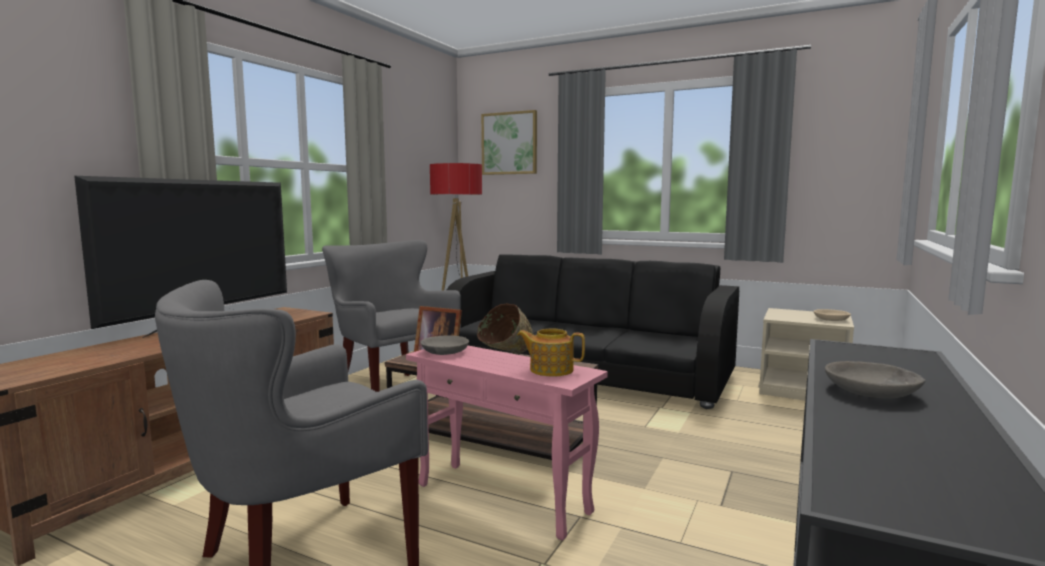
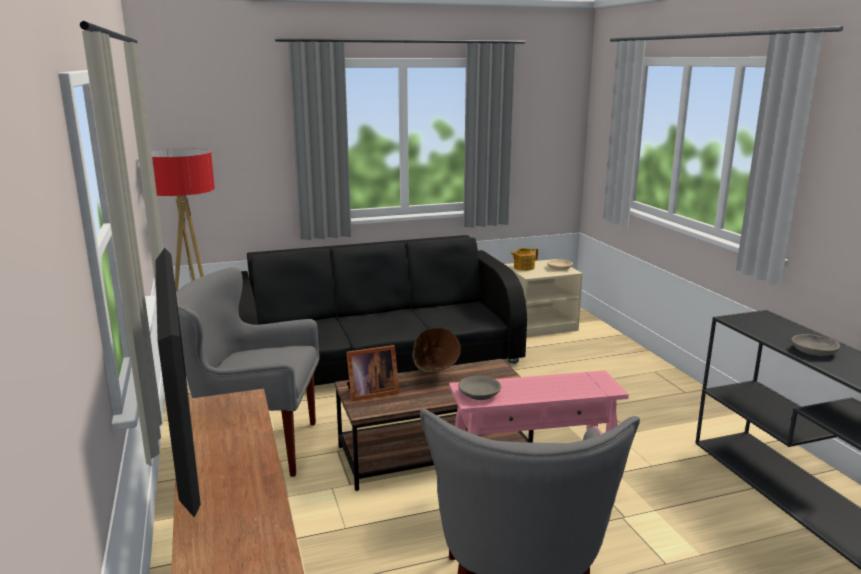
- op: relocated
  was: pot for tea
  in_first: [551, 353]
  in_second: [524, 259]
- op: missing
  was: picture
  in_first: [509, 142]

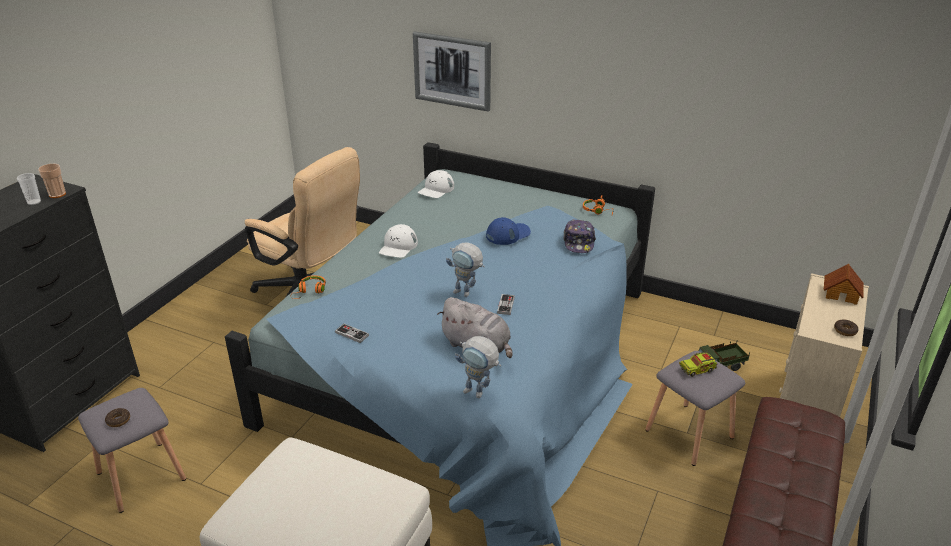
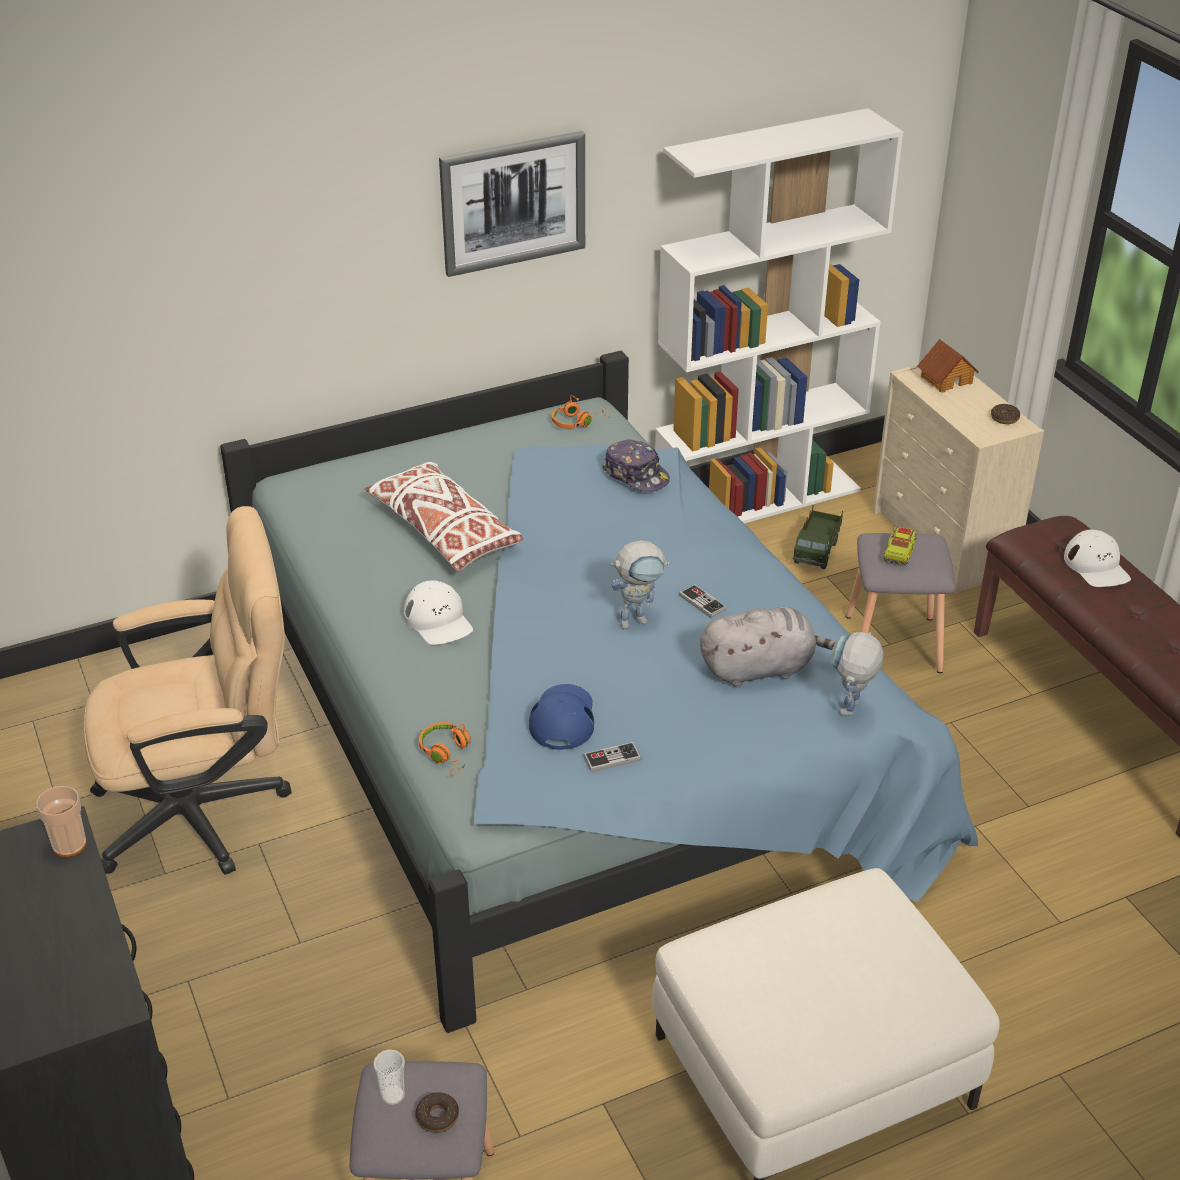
- op: appeared
  now: cushion/whitish
  in_second: [443, 516]
- op: relocated
  was: cup
  in_first: [29, 189]
  in_second: [389, 1077]
- op: relocated
  was: picture
  in_first: [452, 71]
  in_second: [512, 204]
- op: relocated
  was: cap/bluish
  in_first: [508, 231]
  in_second: [561, 717]
- op: appeared
  now: shelving unit/whitish
  in_second: [779, 316]
- op: spun
  was: toy robot
  in_first: [478, 367]
  in_second: [857, 674]
  clockwise: 135
- op: relocated
  was: cap/whitish
  in_first: [436, 184]
  in_second: [1097, 558]

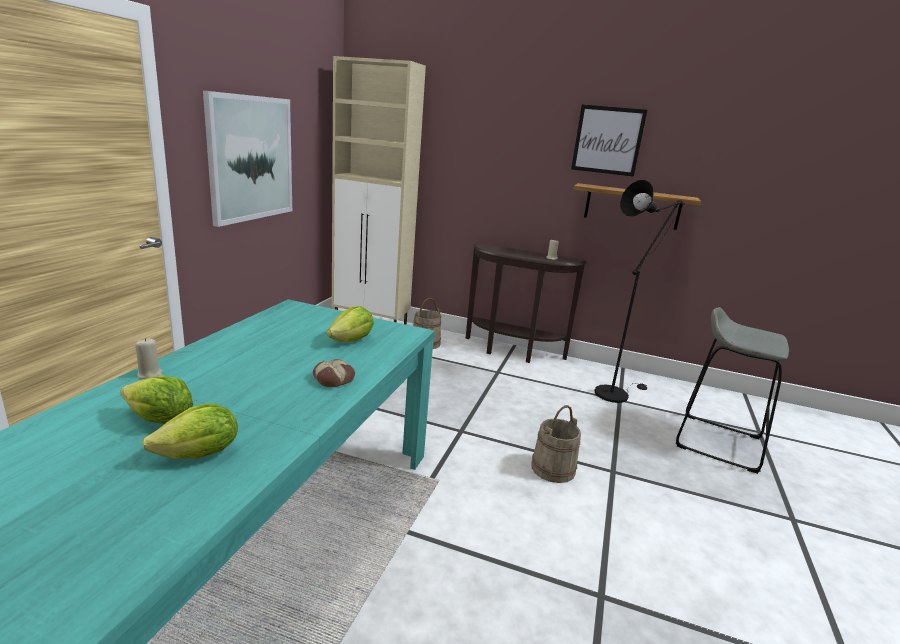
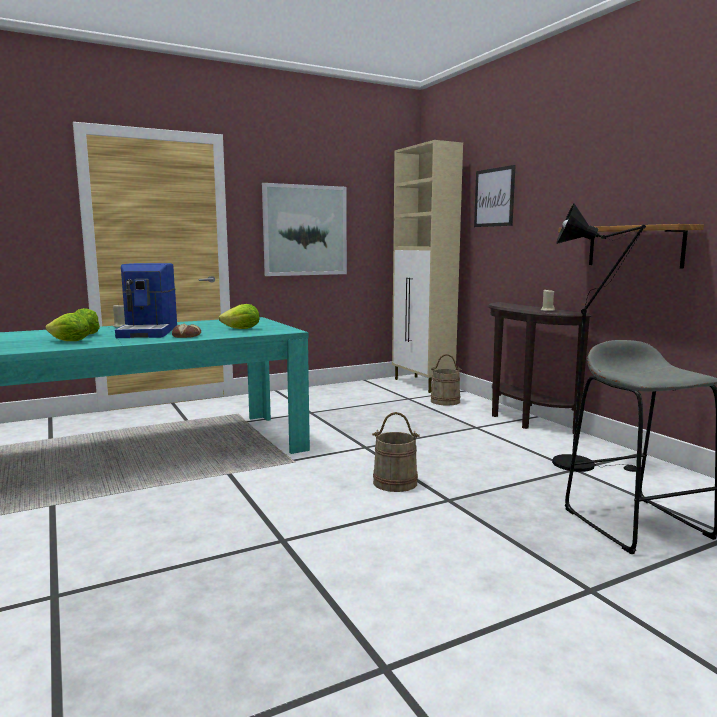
- op: appeared
  now: coffee machine
  in_second: [146, 300]
- op: relocated
  was: picture
  in_first: [609, 141]
  in_second: [495, 196]

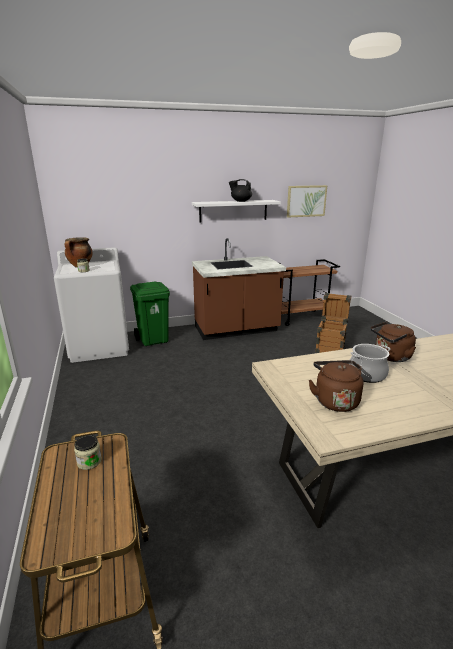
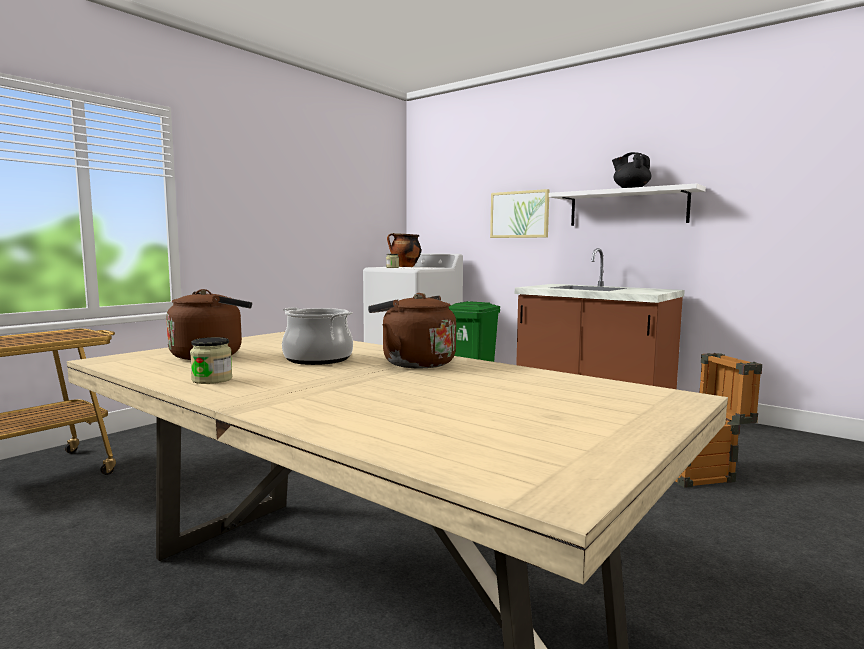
- op: relocated
  was: jar
  in_first: [88, 452]
  in_second: [211, 360]
- op: relocated
  was: picture
  in_first: [307, 201]
  in_second: [520, 213]
- op: missing
  was: trolley/brown-coloured
  in_first: [310, 292]

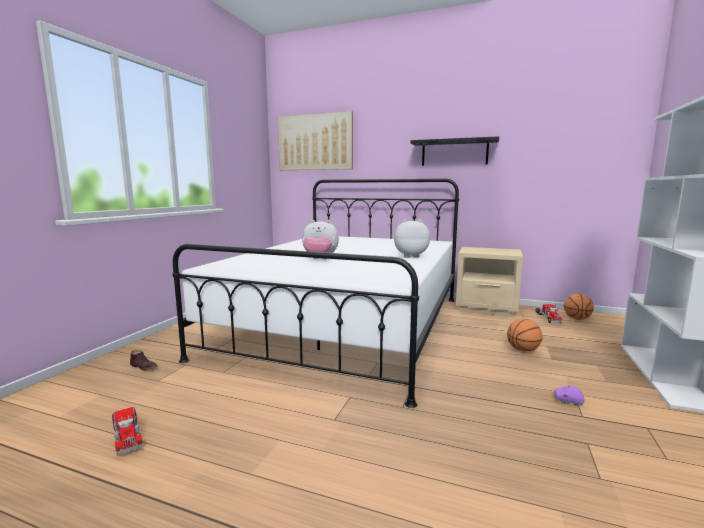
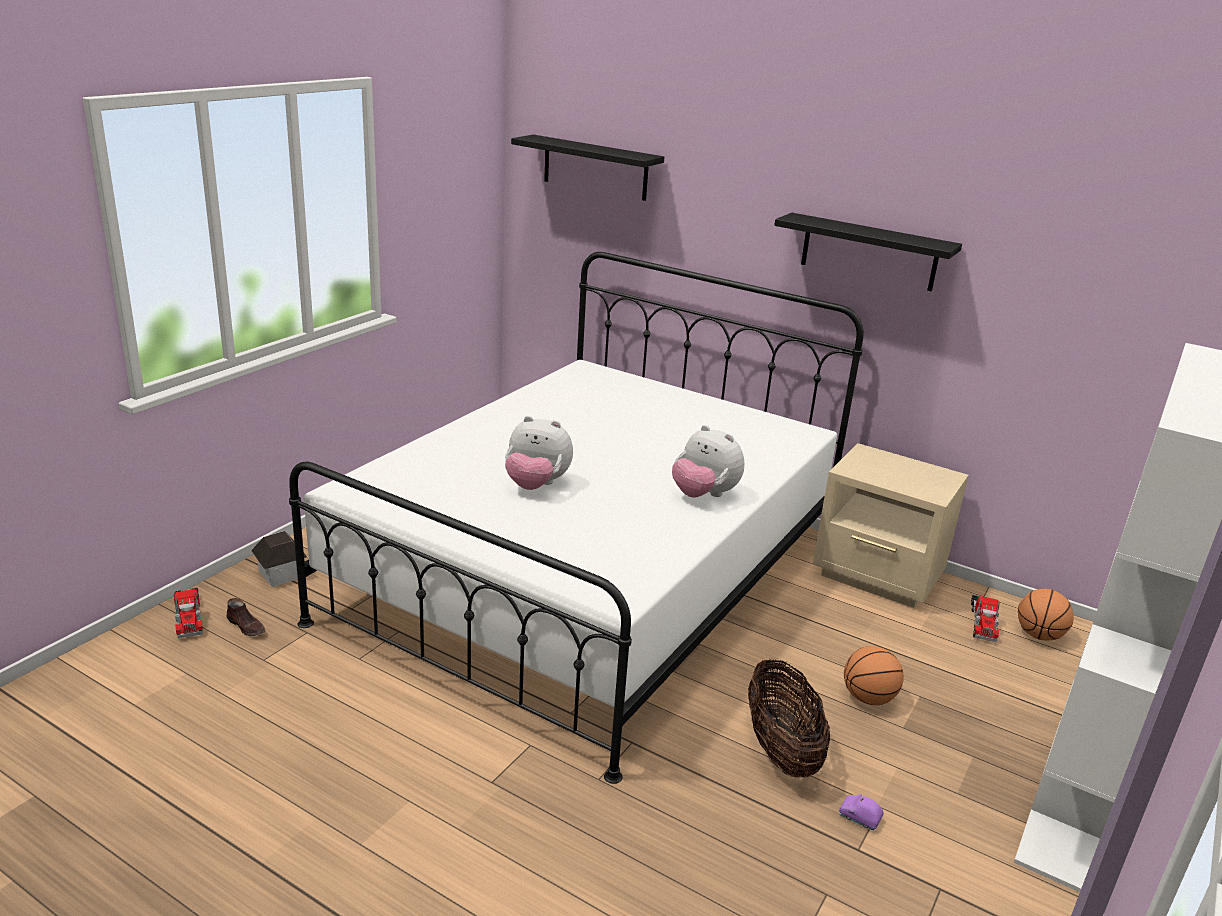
- op: relocated
  was: model truck
  in_first: [127, 431]
  in_second: [188, 612]
- op: appeared
  now: toy house
  in_second: [279, 559]
- op: exchanged
  was: picture
  now: shelf/black-coloured
  in_first: [315, 140]
  in_second: [587, 168]
- op: spun
  was: plush toy
  in_first: [412, 238]
  in_second: [708, 461]
  clockwise: -150
- op: appeared
  now: household basket
  in_second: [789, 718]

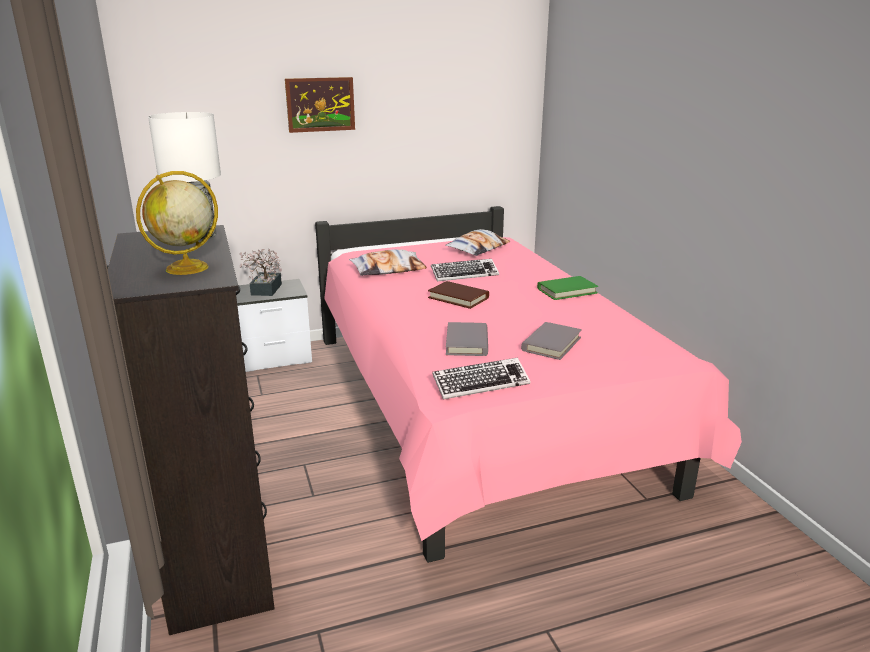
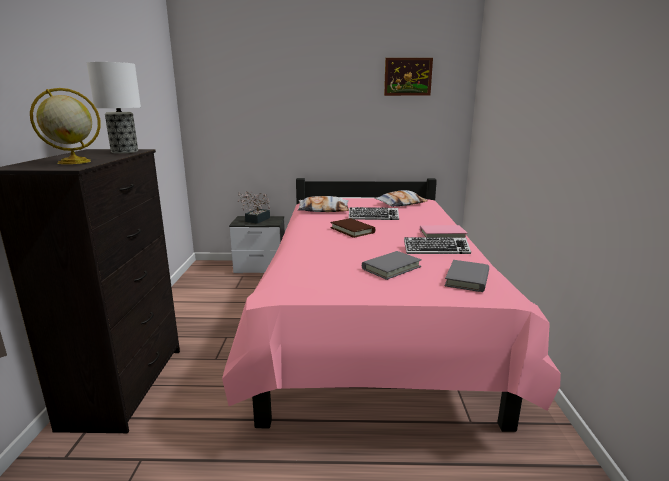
- op: relocated
  was: picture
  in_first: [320, 105]
  in_second: [408, 77]
- op: relocated
  was: computer keyboard
  in_first: [481, 379]
  in_second: [437, 245]
- op: colour
  was: book/greenish
  now: book/pink
  in_first: [567, 288]
  in_second: [444, 232]
- op: relocated
  was: book/grey
  in_first: [467, 339]
  in_second: [466, 276]

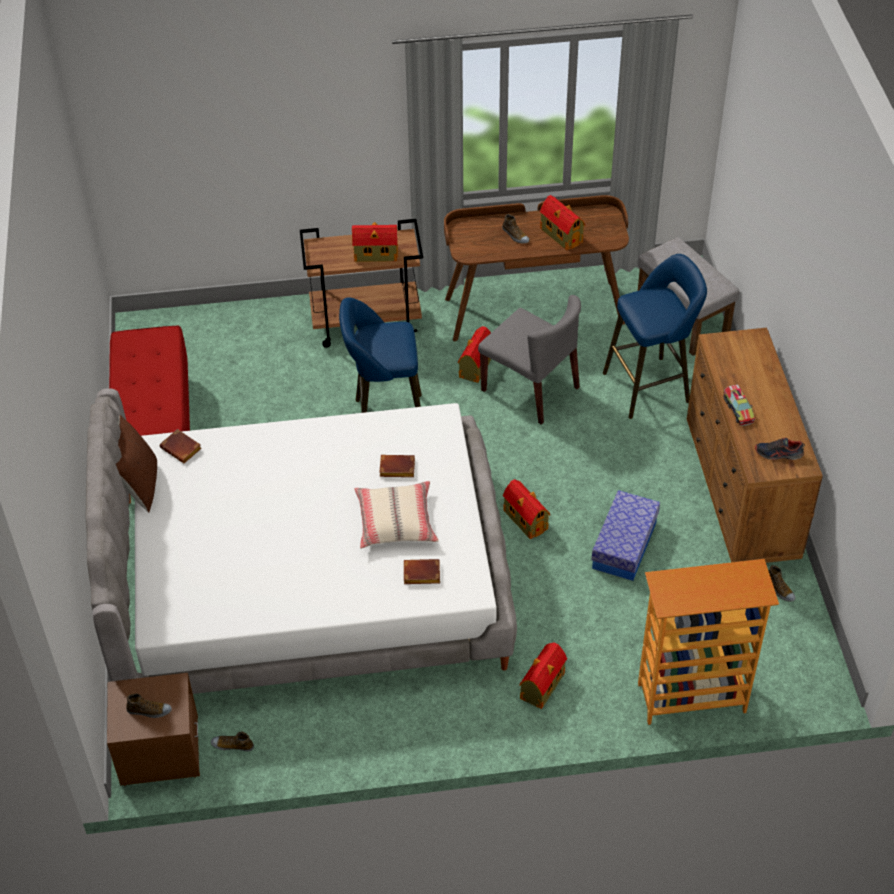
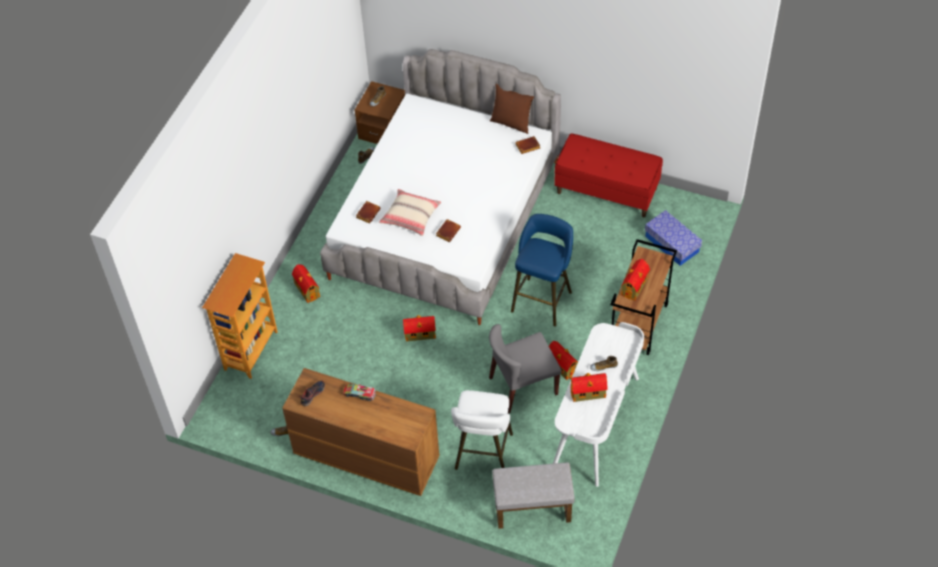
- op: colour
  was: sitting stool/bluish
  now: sitting stool/whitish
  in_first: [655, 336]
  in_second: [482, 430]
- op: colour
  was: desk/brown-coloured
  now: desk/whitish
  in_first: [536, 268]
  in_second: [598, 404]
- op: relocated
  was: storage box
  in_first: [625, 535]
  in_second: [673, 238]

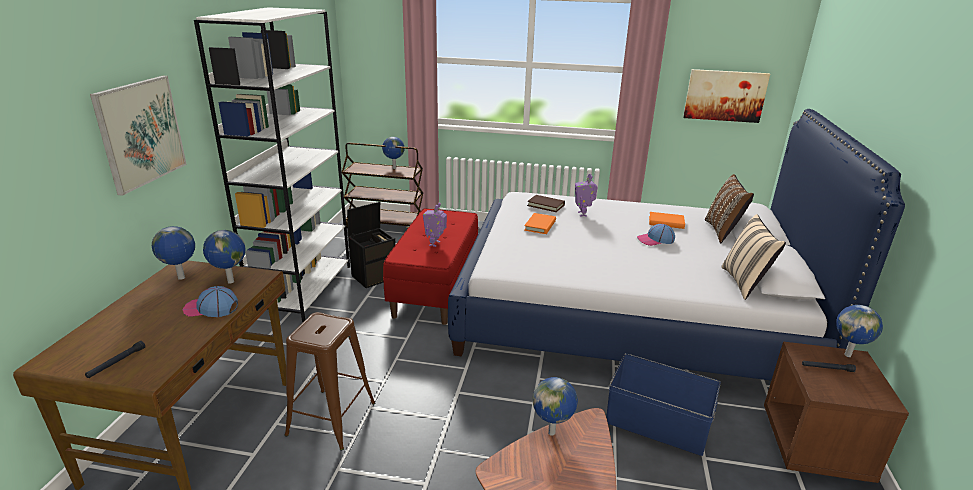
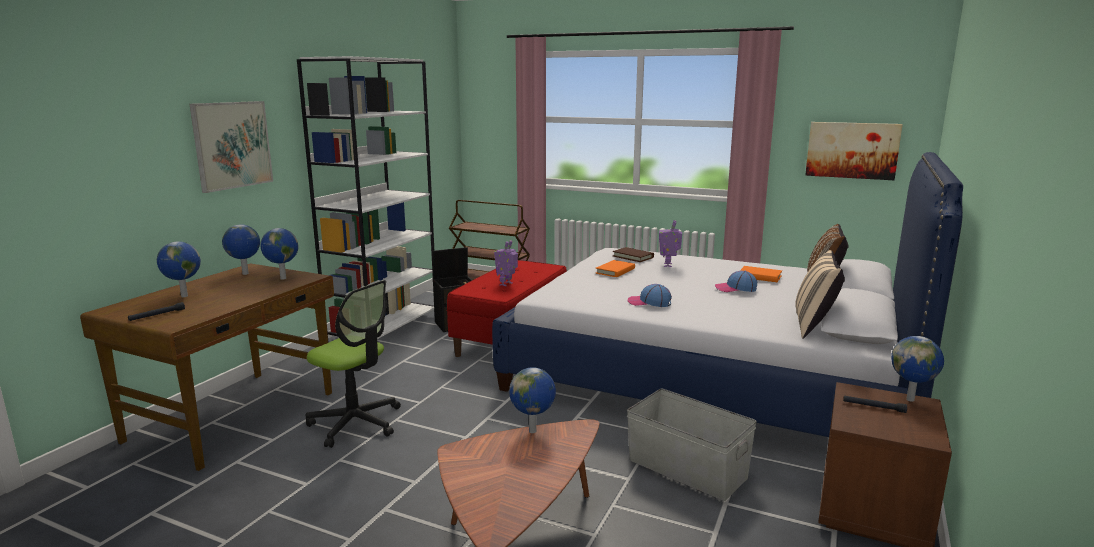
- op: relocated
  was: world globe
  in_first: [393, 153]
  in_second: [179, 269]
- op: exchanged
  was: sitting stool/brown-coloured
  now: desk chair
  in_first: [329, 381]
  in_second: [353, 364]
- op: colour
  was: storage box/bluish
  now: storage box/grey
  in_first: [663, 404]
  in_second: [692, 445]
- op: relocated
  was: cap
  in_first: [210, 301]
  in_second: [650, 295]

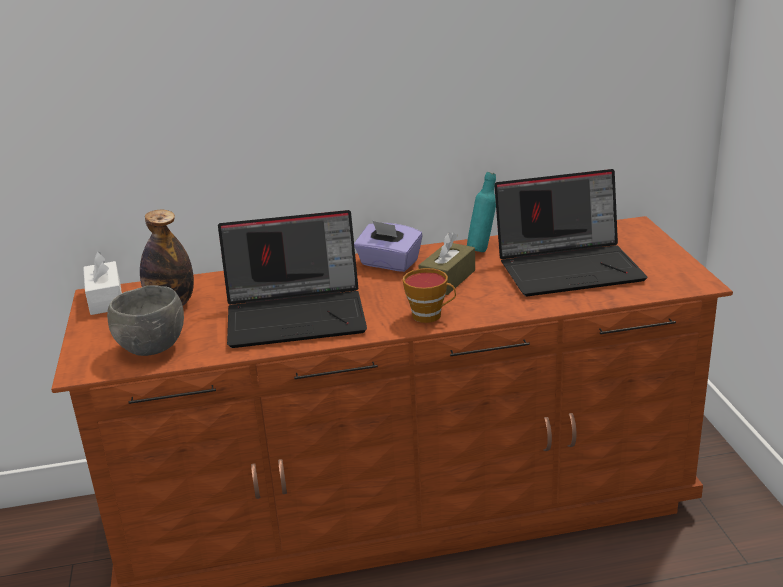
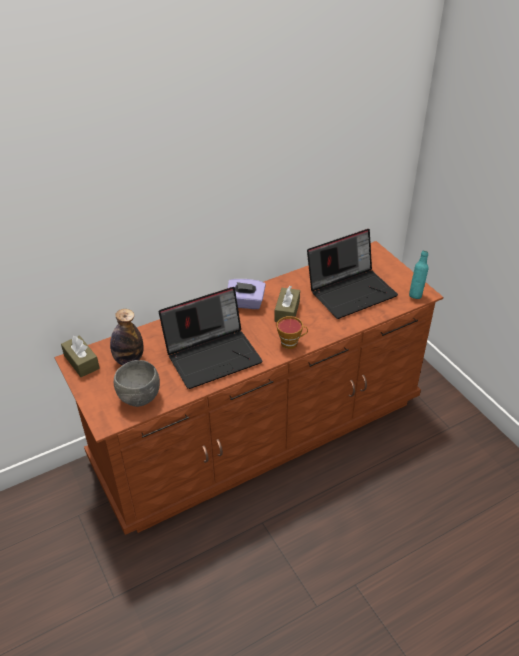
- op: colour
  was: tissue holder/whitish
  now: tissue holder/brown-coloured
  in_first: [102, 283]
  in_second: [80, 356]
- op: relocated
  was: beverage bottle/turquoise
  in_first: [481, 212]
  in_second: [418, 274]

